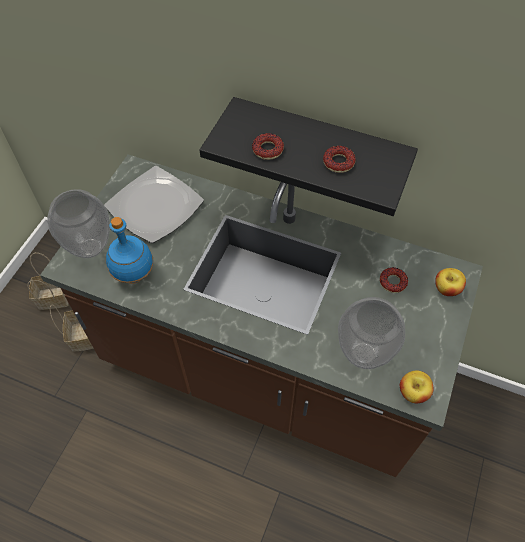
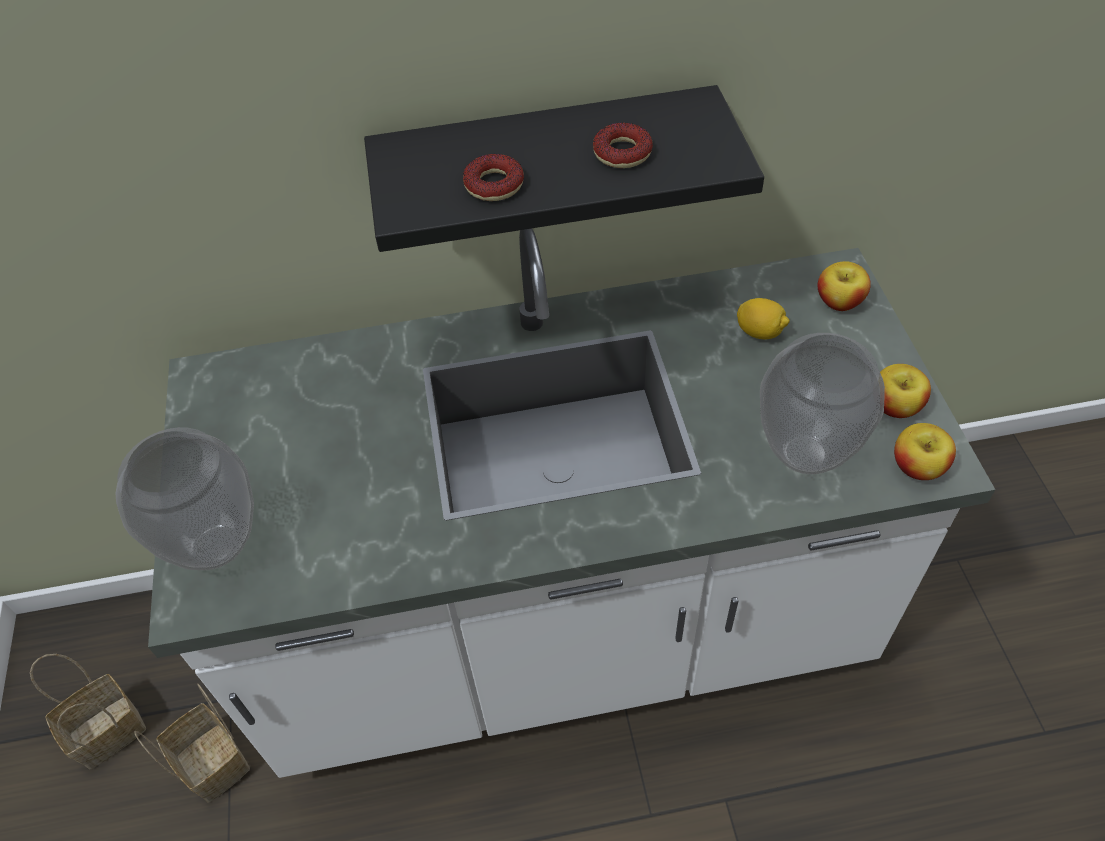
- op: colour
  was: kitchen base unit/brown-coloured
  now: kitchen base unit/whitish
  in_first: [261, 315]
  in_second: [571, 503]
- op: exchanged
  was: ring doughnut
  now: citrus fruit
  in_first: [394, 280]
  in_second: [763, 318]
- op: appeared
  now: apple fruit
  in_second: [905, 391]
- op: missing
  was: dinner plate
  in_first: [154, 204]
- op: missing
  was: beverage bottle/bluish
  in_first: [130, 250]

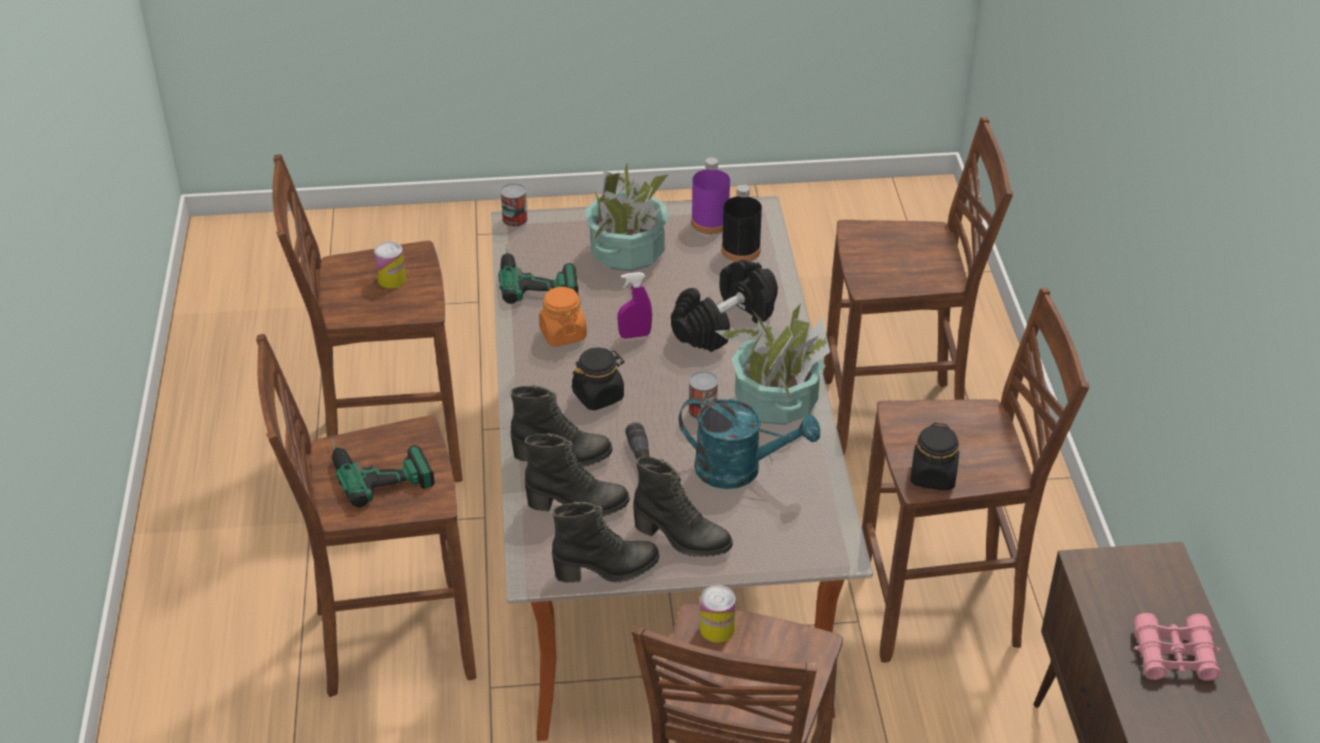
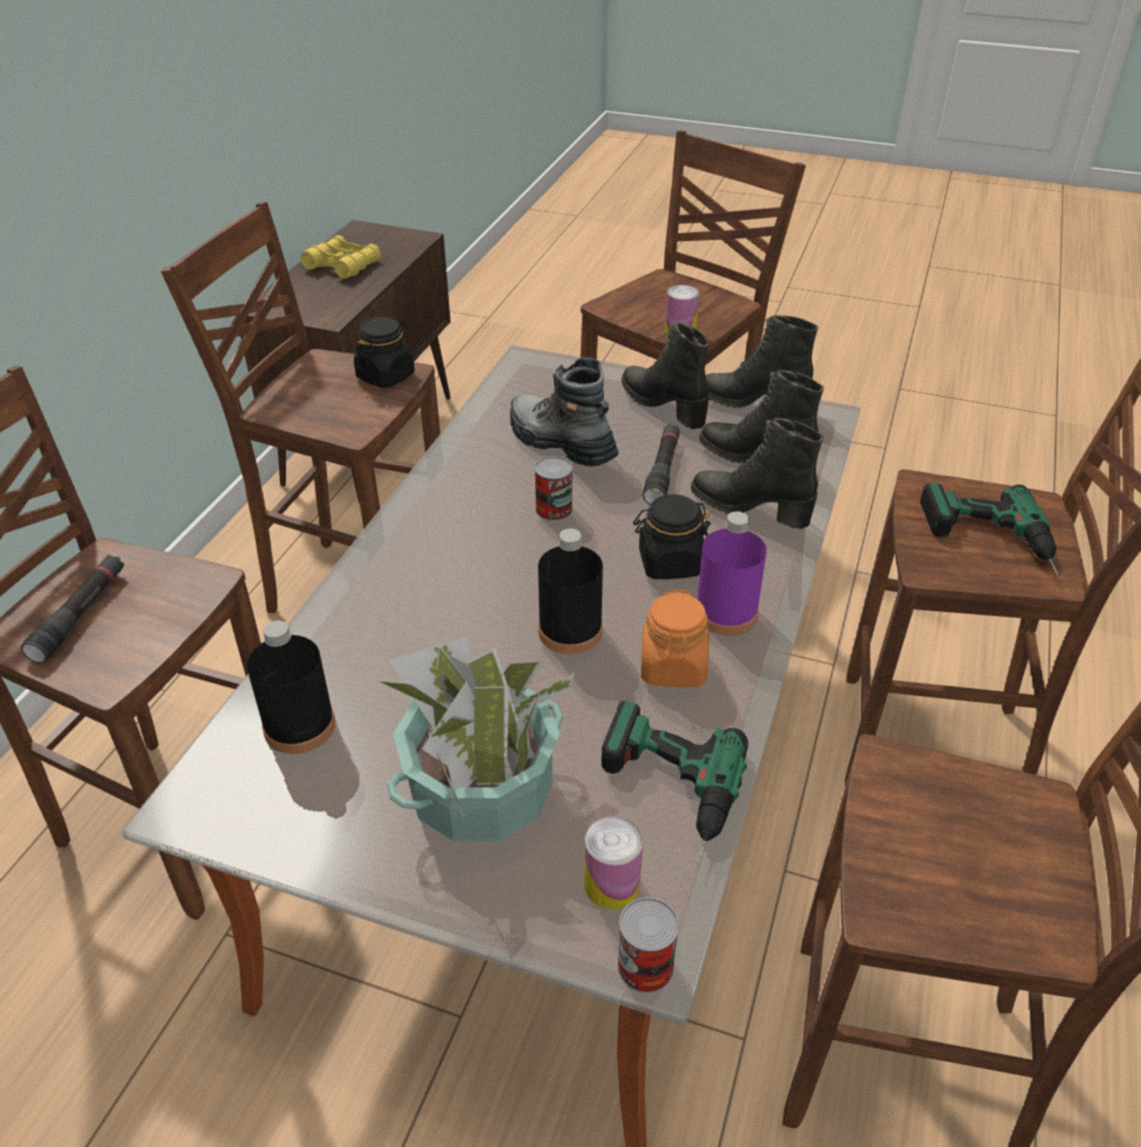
- op: appeared
  now: flashlight/black-coloured
  in_second: [72, 609]
- op: colour
  was: binoculars/pink
  now: binoculars/yellow-coloured
  in_first: [1177, 647]
  in_second: [341, 257]
- op: exchanged
  was: sprinkling can/turquoise
  now: boot
  in_first: [749, 443]
  in_second: [564, 412]
- op: exchanged
  was: sprayer/purple
  now: beverage bottle/black-coloured
  in_first: [634, 305]
  in_second: [570, 591]
- op: relocated
  was: can
  in_first: [390, 265]
  in_second: [613, 862]
- op: relocated
  was: beverage bottle/purple
  in_first: [710, 195]
  in_second: [732, 573]
- op: missing
  was: dumbbell/black-coloured
  in_first: [724, 306]
- op: missing
  was: houseplant
  in_first: [772, 364]

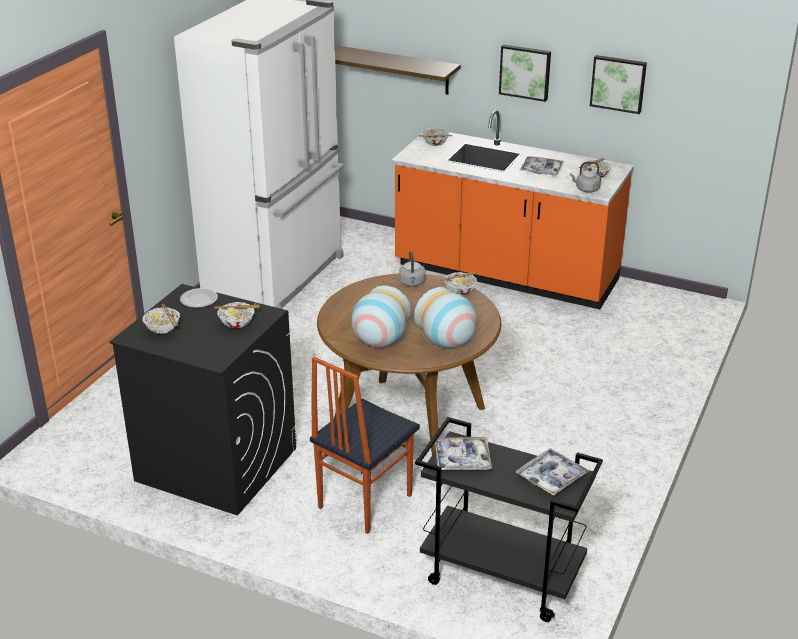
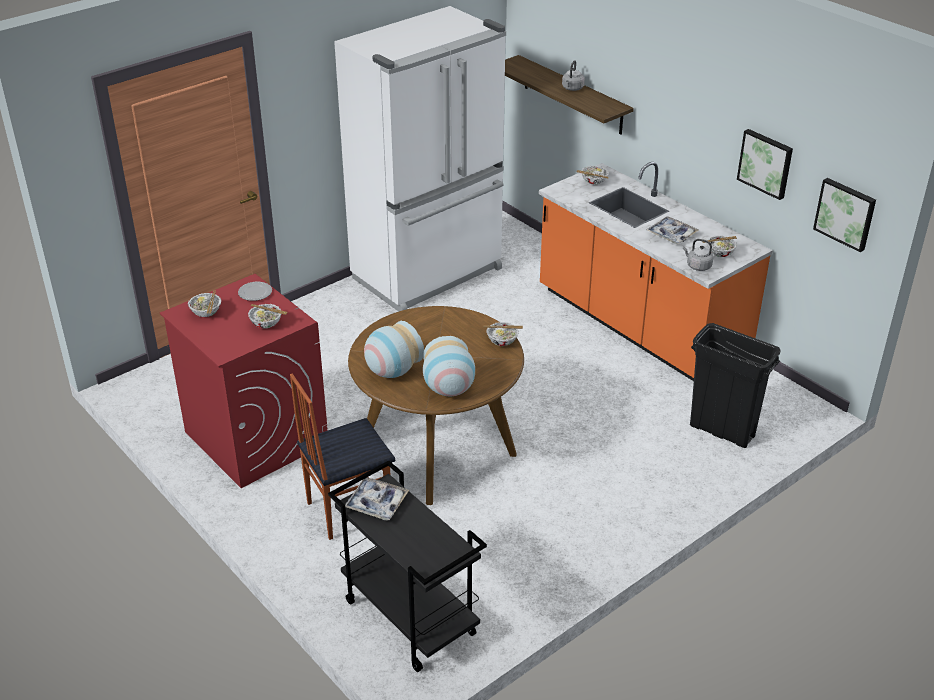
- op: colour
  was: laundry appliance/black-coloured
  now: laundry appliance/reddish
  in_first: [202, 400]
  in_second: [244, 381]
- op: relocated
  was: kettle/grey
  in_first: [412, 269]
  in_second: [573, 75]
- op: appeared
  now: rubbish bin/black-coloured
  in_second: [735, 385]
- op: relocated
  was: picture
  in_first: [525, 73]
  in_second: [844, 215]
- op: missing
  was: carrying tray
  in_first: [552, 472]

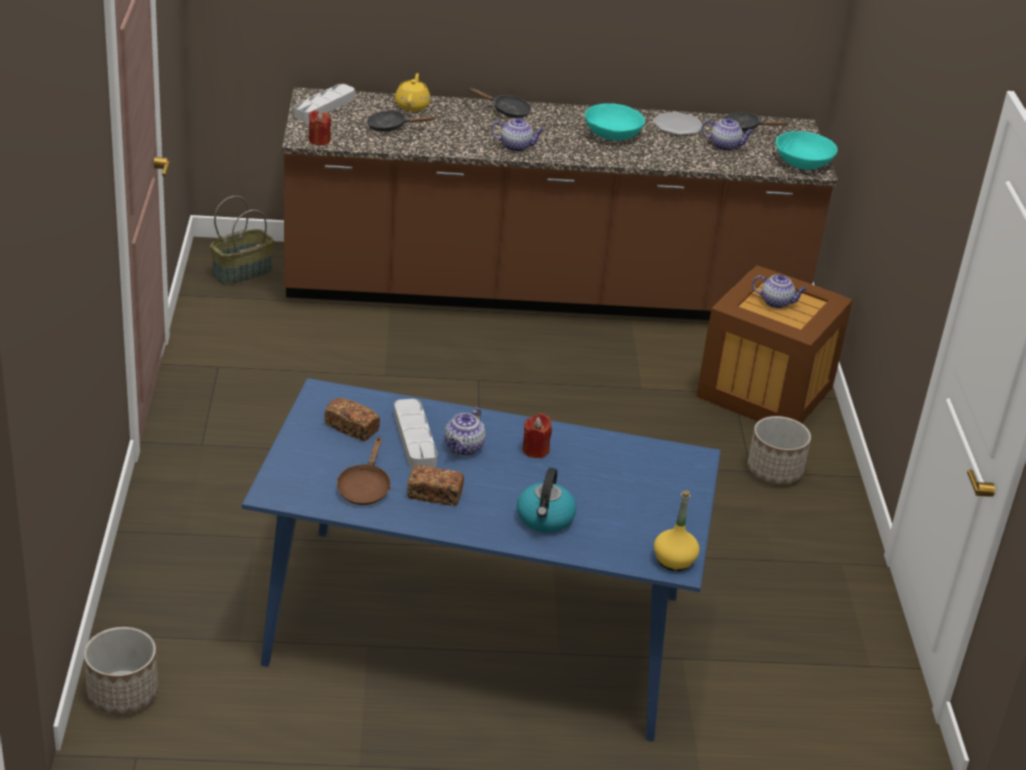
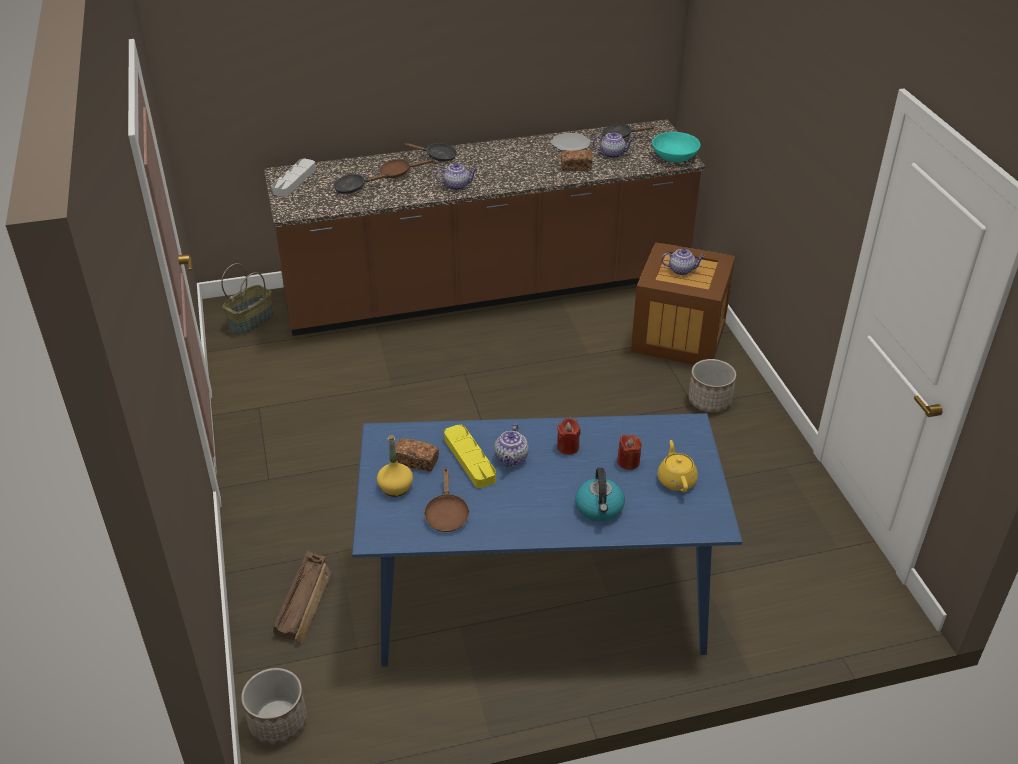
- op: appeared
  now: packing crate
  in_second: [302, 598]
- op: relocated
  was: beverage bottle/yellow-coloured
  in_first: [676, 530]
  in_second: [395, 466]
- op: appeared
  now: skillet/brown-coloured
  in_second: [406, 168]
- op: colour
  was: carrying tray/grey
  now: carrying tray/yellow-coloured
  in_first: [416, 434]
  in_second: [470, 456]
- op: relocated
  was: bakery bread
  in_first: [435, 485]
  in_second: [576, 160]
- op: relocated
  was: candle/reddish
  in_first: [320, 127]
  in_second: [629, 452]
- op: relocated
  was: pot for tea/yellow-coloured
  in_first: [413, 92]
  in_second: [677, 466]
- op: missing
  was: deep dish/turquoise
  in_first: [615, 121]

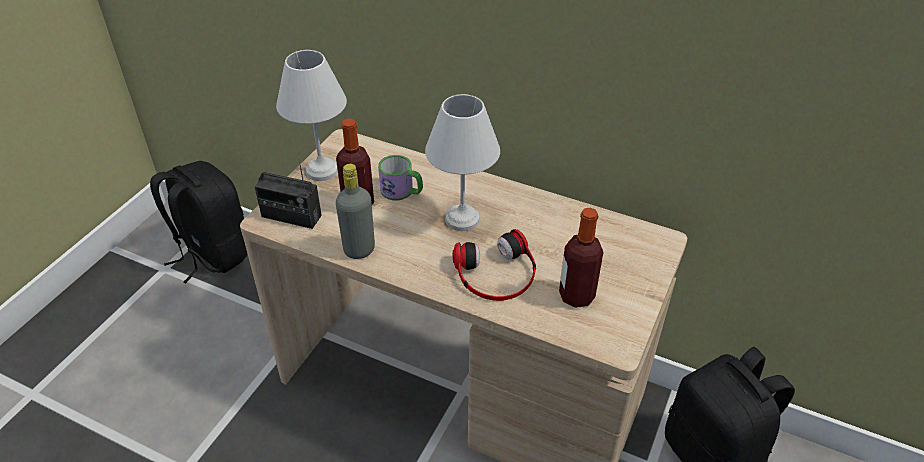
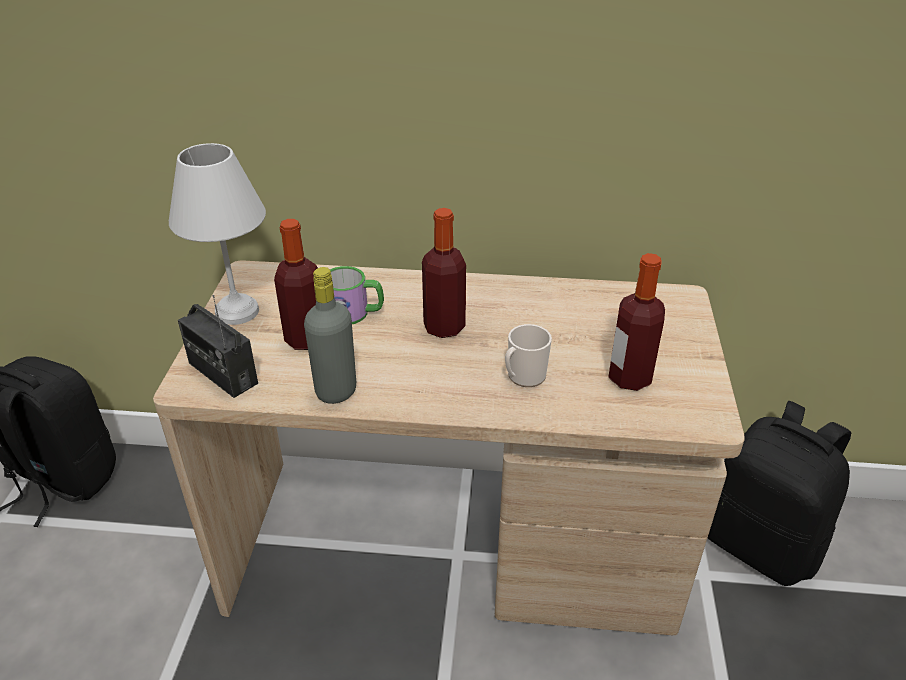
- op: spun
  was: radio
  in_first: [288, 193]
  in_second: [218, 346]
  clockwise: 45
- op: exchanged
  was: tabletop lamp/whitish
  now: beverage bottle
  in_first: [462, 162]
  in_second: [444, 273]
- op: exchanged
  was: pair of headphones
  now: tea mug
  in_first: [494, 265]
  in_second: [528, 355]

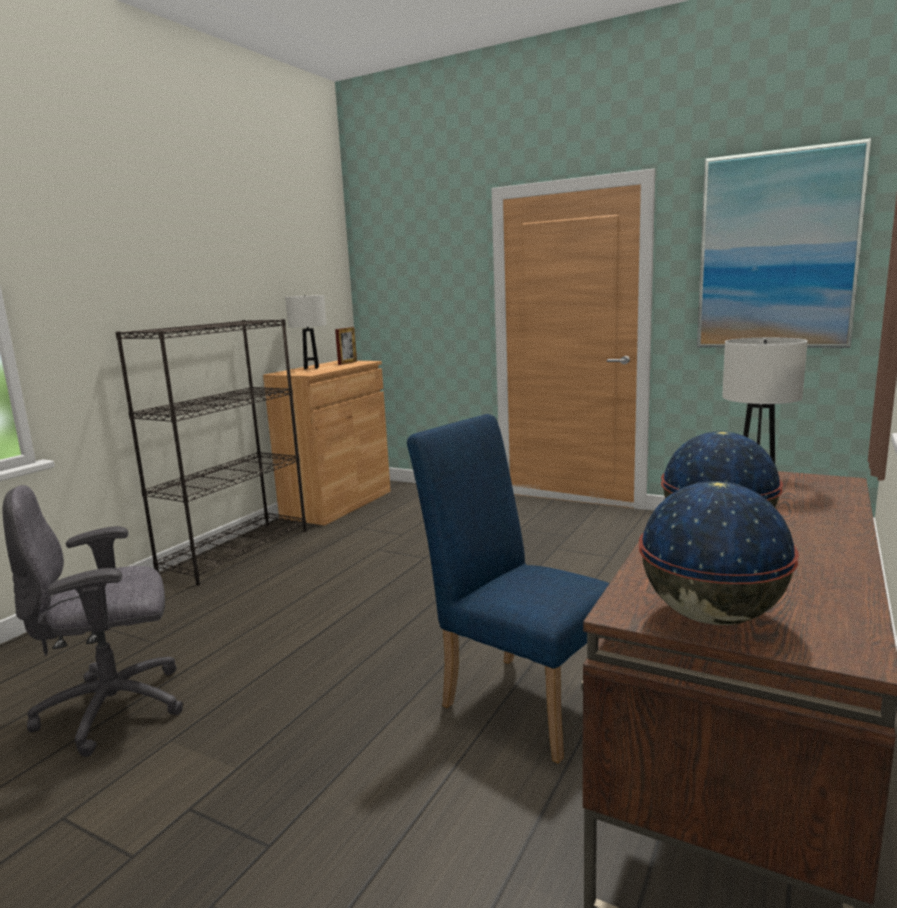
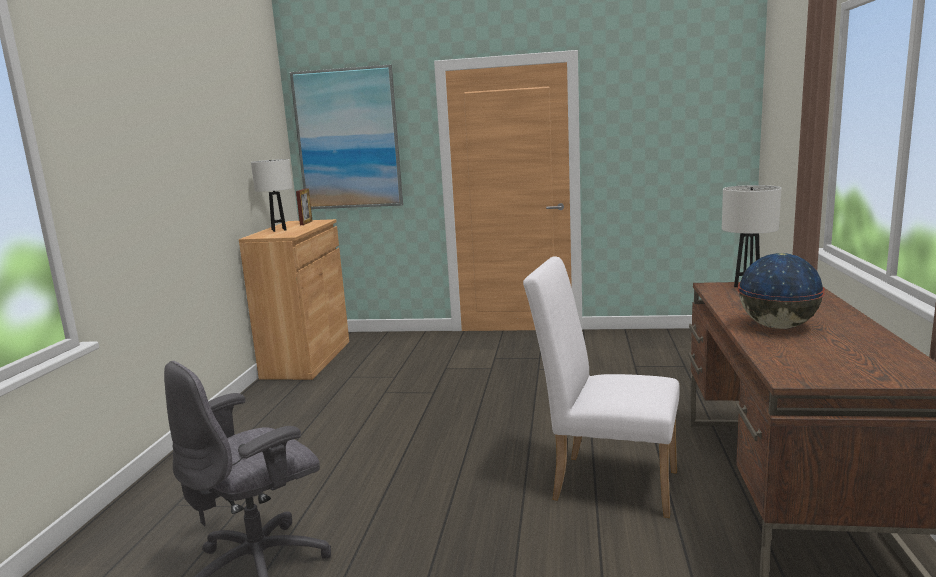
- op: relocated
  was: picture
  in_first: [784, 243]
  in_second: [346, 137]
- op: colour
  was: chair/bluish
  now: chair/whitish
  in_first: [508, 589]
  in_second: [601, 387]
- op: missing
  was: shelving unit/black-coloured
  in_first: [210, 452]
- op: missing
  was: world globe
  in_first: [719, 553]

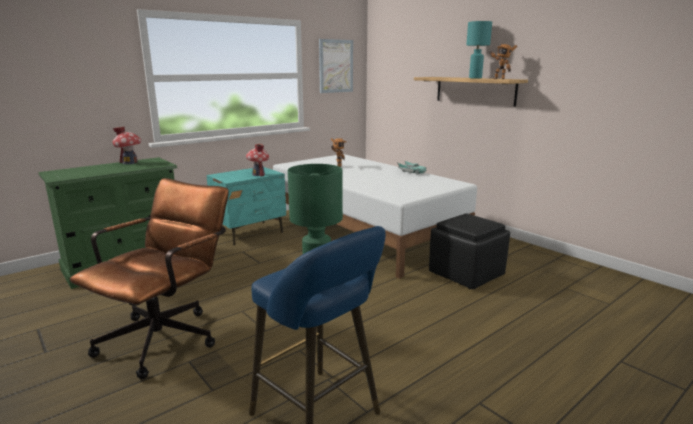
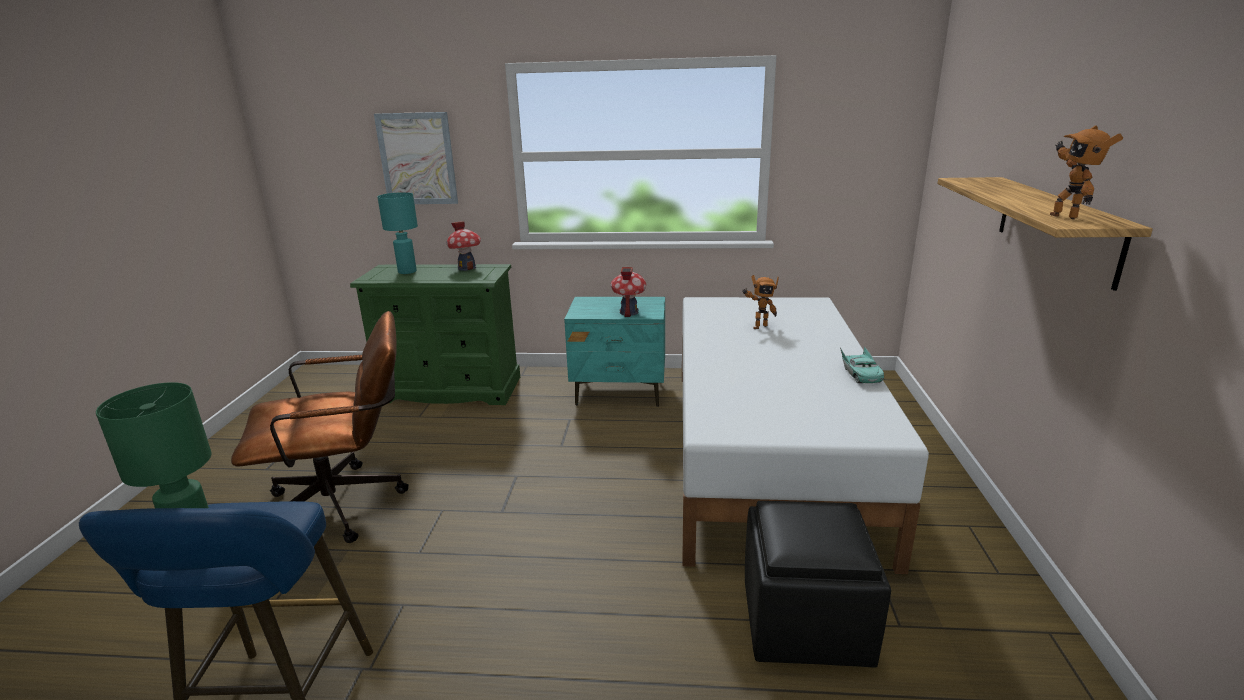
- op: relocated
  was: picture
  in_first: [336, 66]
  in_second: [416, 158]
- op: relocated
  was: tabletop lamp/turquoise
  in_first: [479, 49]
  in_second: [398, 233]

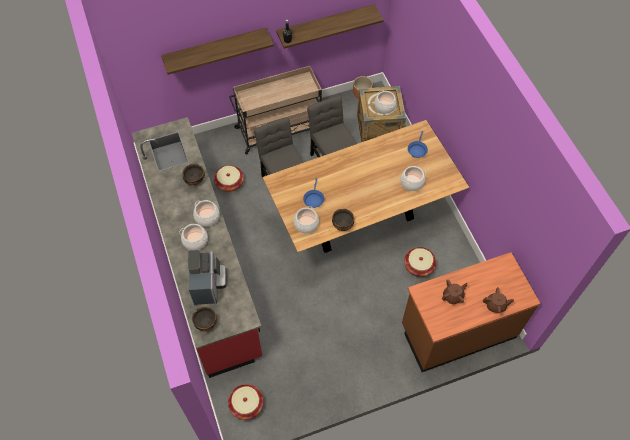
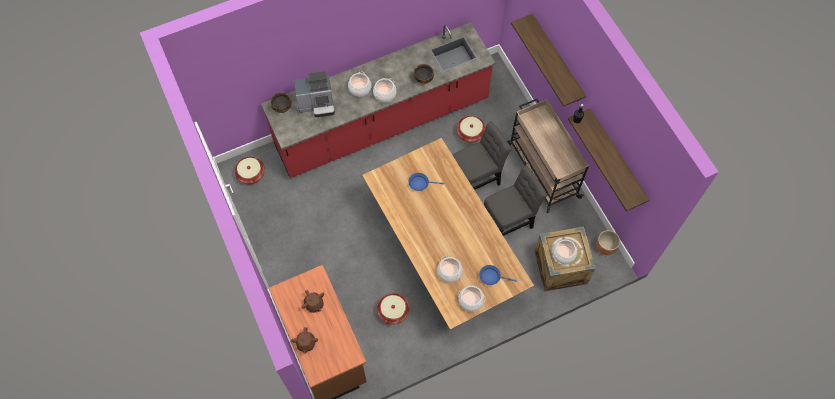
- op: relocated
  was: stockpot
  in_first: [306, 220]
  in_second: [472, 299]
- op: missing
  was: deep dish
  in_first: [343, 220]

